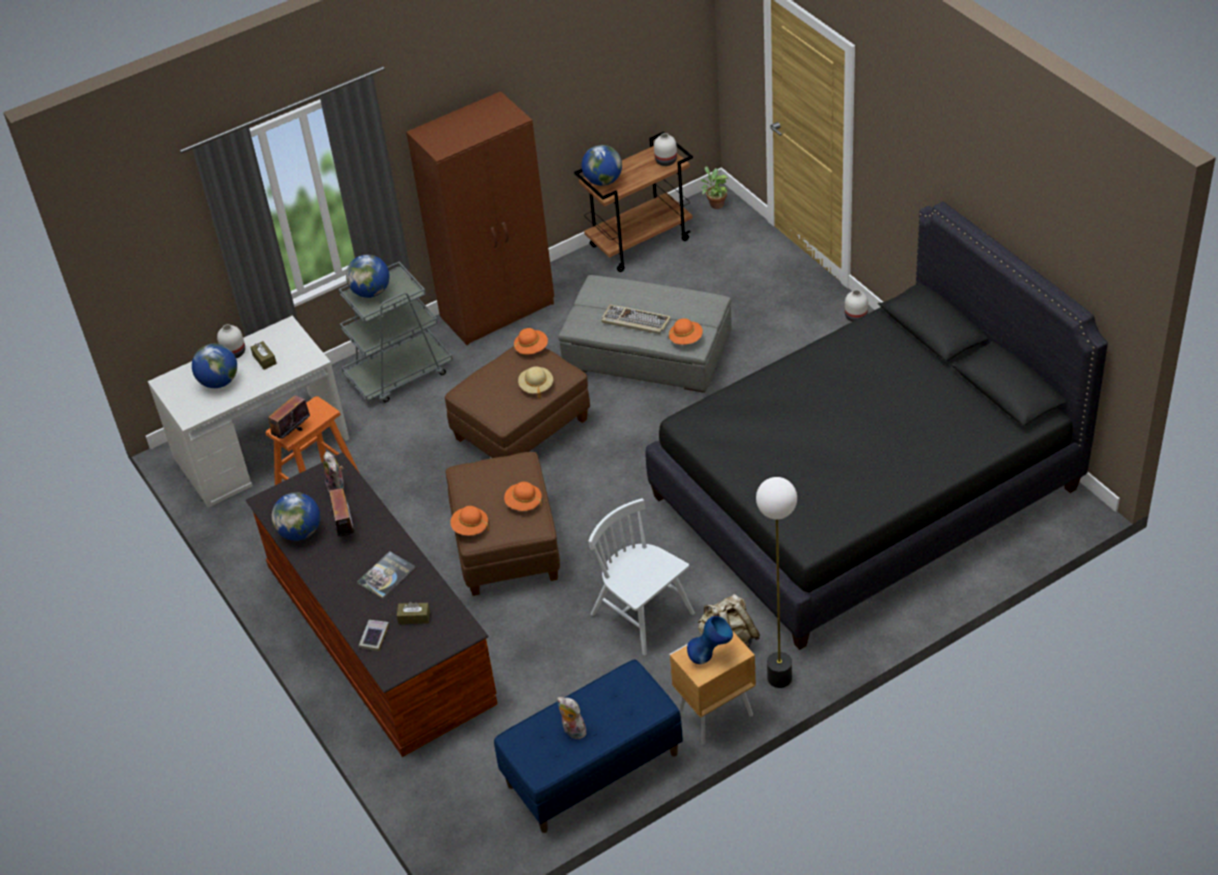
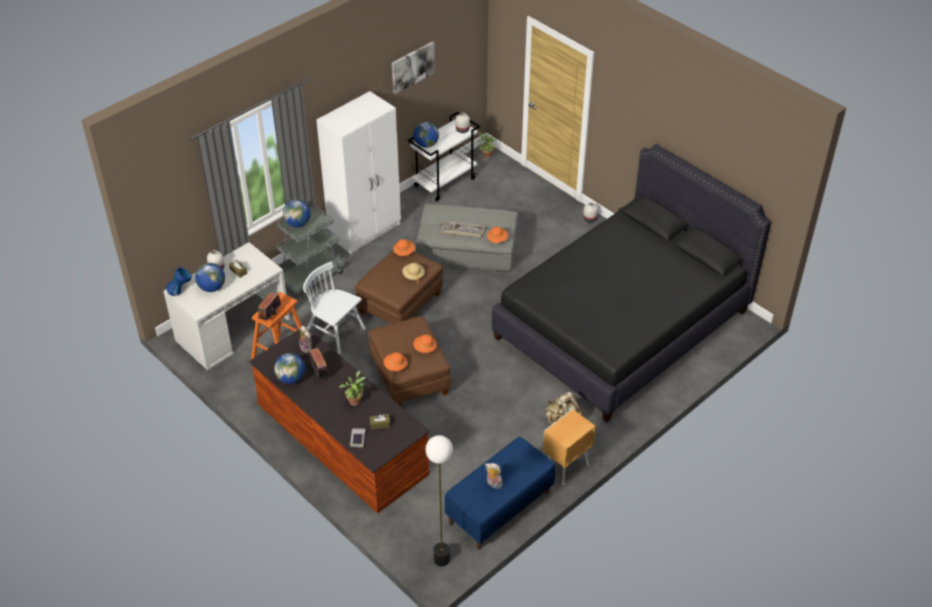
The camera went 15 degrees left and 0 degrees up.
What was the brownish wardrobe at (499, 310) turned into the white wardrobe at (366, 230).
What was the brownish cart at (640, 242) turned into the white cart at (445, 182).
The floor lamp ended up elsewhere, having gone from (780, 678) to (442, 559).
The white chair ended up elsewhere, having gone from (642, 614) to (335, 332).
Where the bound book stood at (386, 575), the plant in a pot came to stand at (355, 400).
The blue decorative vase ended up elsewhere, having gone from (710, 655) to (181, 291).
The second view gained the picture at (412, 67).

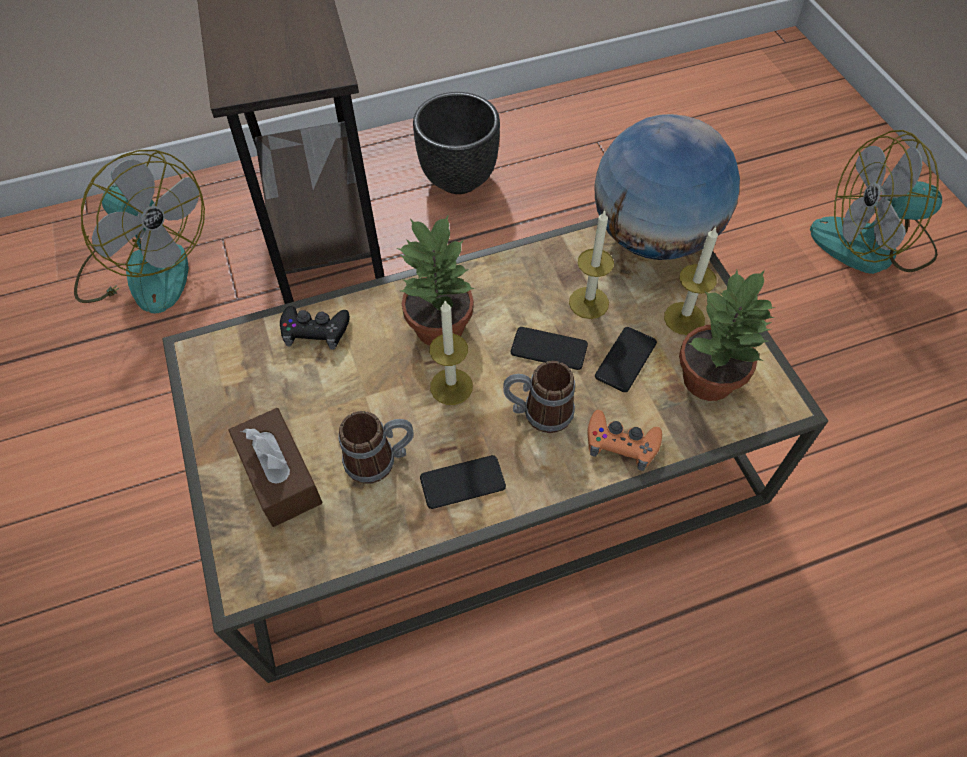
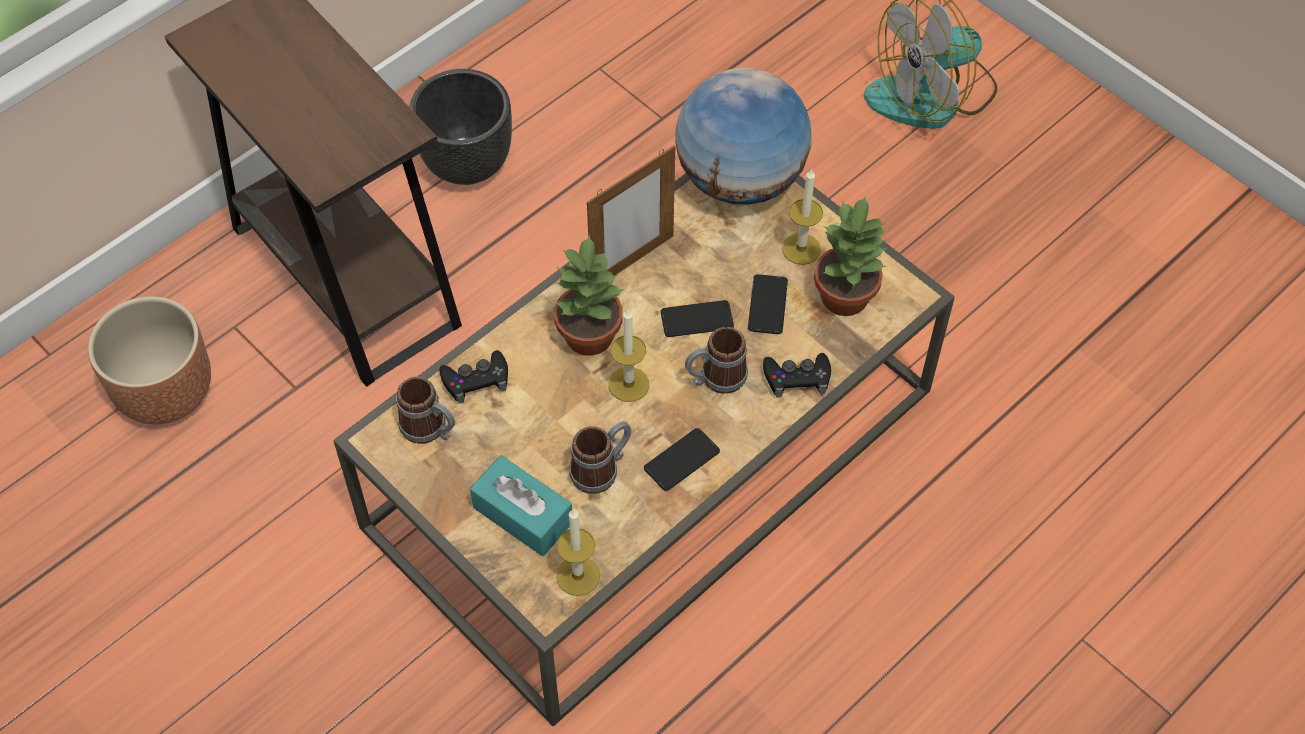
The camera went 25 degrees left and 0 degrees up.
Where the electric fan stood at (146, 267), the brownish planter came to stand at (166, 390).
The wax candle ended up elsewhere, having gone from (588, 302) to (578, 575).
What was the brownish tissue box at (280, 476) turned into the turquoise-coloured tissue box at (523, 515).
What was the orange-coloured joypad at (621, 443) turned into the blackish joypad at (797, 378).
The second view gained the standing frame at (632, 262).
The second view gained the coffee mug at (430, 429).

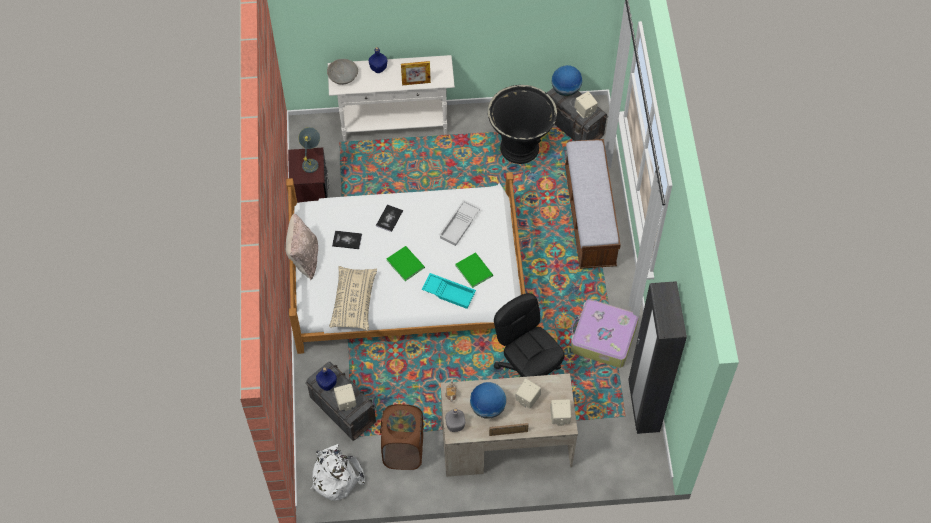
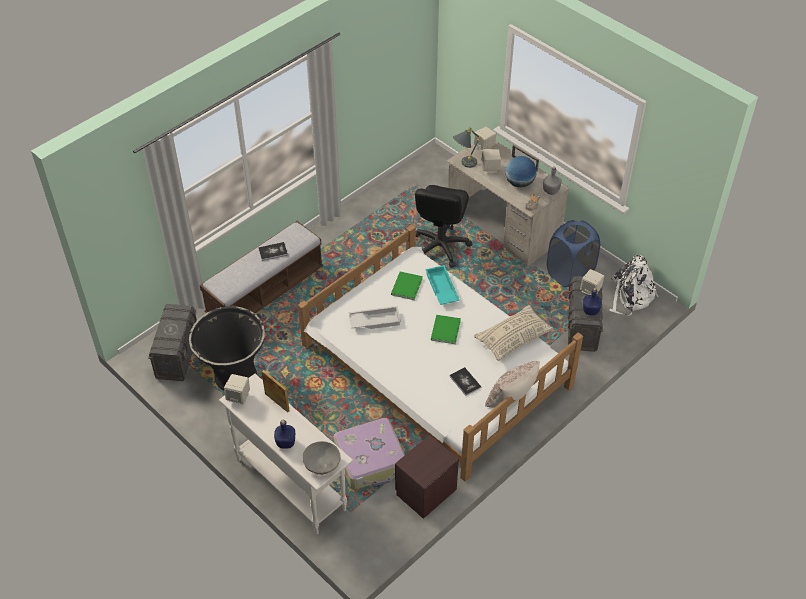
The camera went 130 degrees left and 10 degrees down.
The second view lost the desk globe at (566, 90).
The beige loudspeaker ended up elsewhere, having gone from (585, 112) to (239, 397).
The grey tabletop lamp ended up elsewhere, having gone from (311, 161) to (464, 164).
The bound book ended up elsewhere, having gone from (389, 218) to (273, 251).
The second view lost the blackish wardrobe at (643, 407).
The travel case ended up elsewhere, having gone from (602, 338) to (371, 460).
What was the brownish laundry basket at (403, 450) turned into the blue laundry basket at (570, 274).

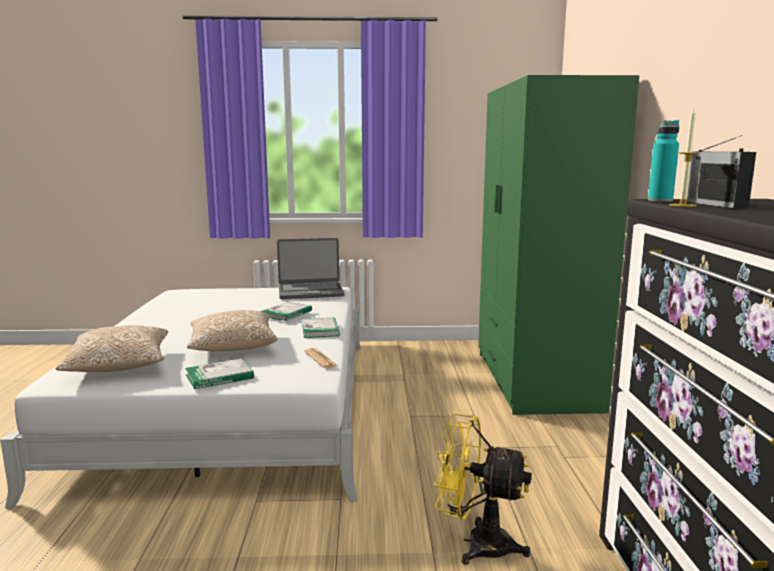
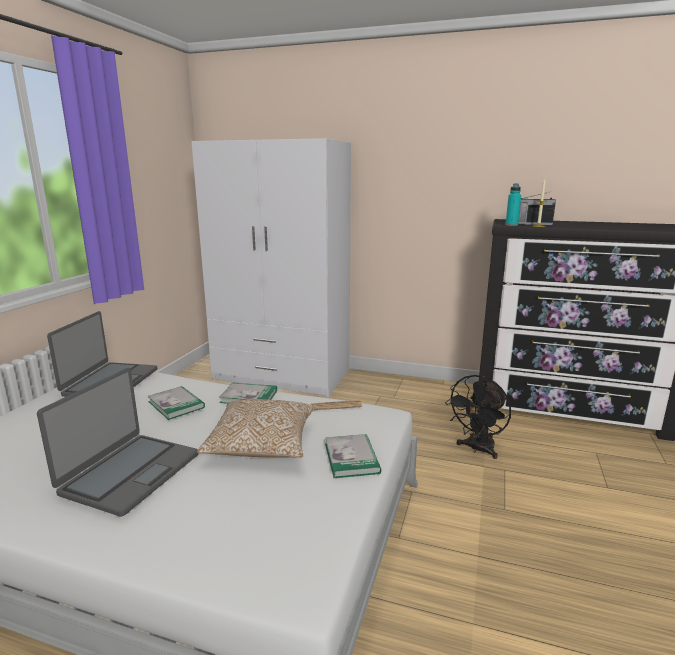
The camera went 70 degrees left and 5 degrees up.
What was the green-coloured wardrobe at (534, 380) turned into the white wardrobe at (282, 375).
The second view lost the cushion at (119, 366).
What was the yellowish electric fan at (477, 543) turned into the blackish electric fan at (477, 449).
The second view gained the laptop at (130, 473).

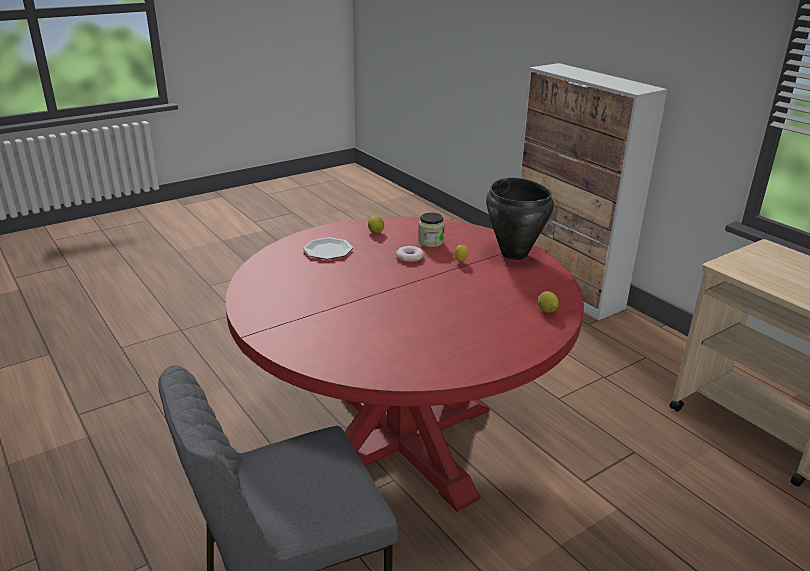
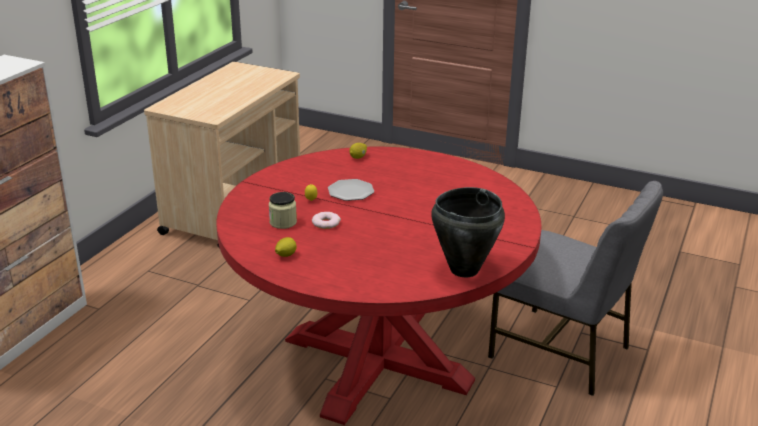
The camera went 120 degrees left and 0 degrees up.
The blackish cooking pot ended up elsewhere, having gone from (514, 254) to (463, 270).
The flat dish ended up elsewhere, having gone from (327, 250) to (351, 192).

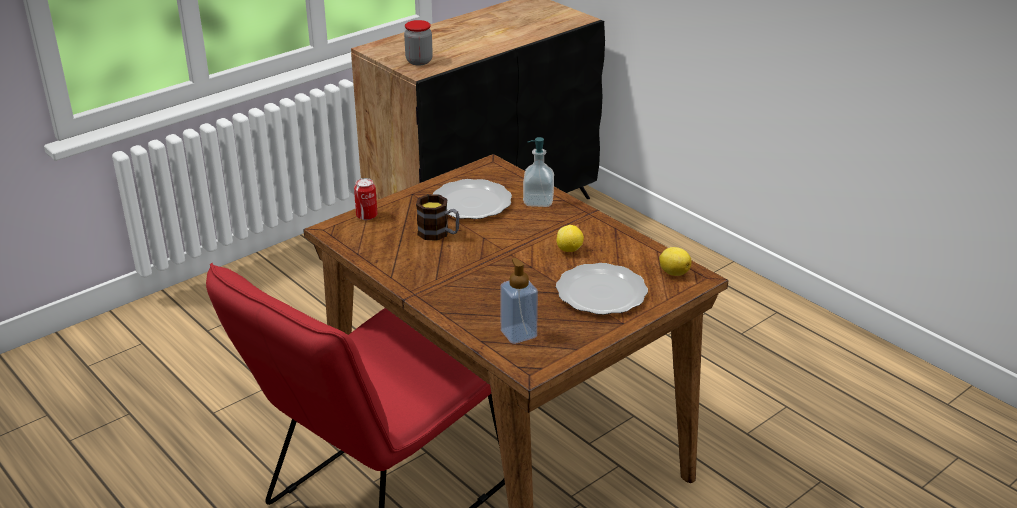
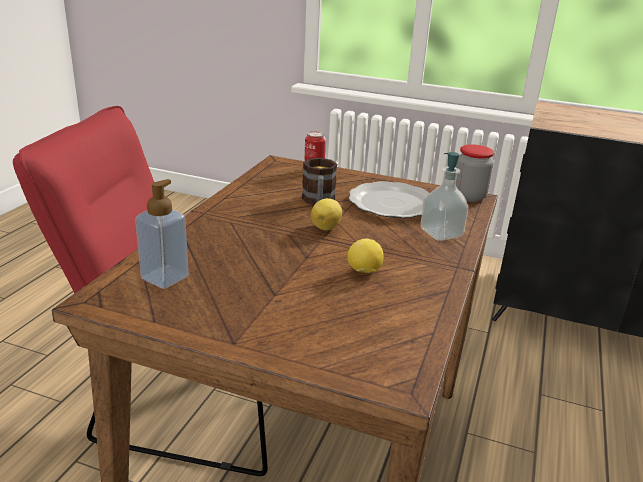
The camera went 60 degrees right and 5 degrees down.
The preserve jar ended up elsewhere, having gone from (419, 61) to (469, 196).
The whole lemon ended up elsewhere, having gone from (673, 272) to (326, 227).
The second view lost the flat dish at (602, 293).

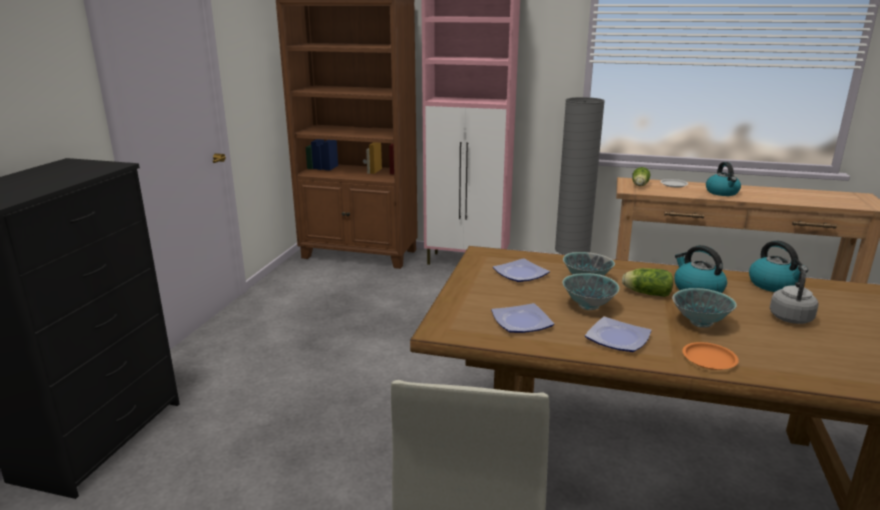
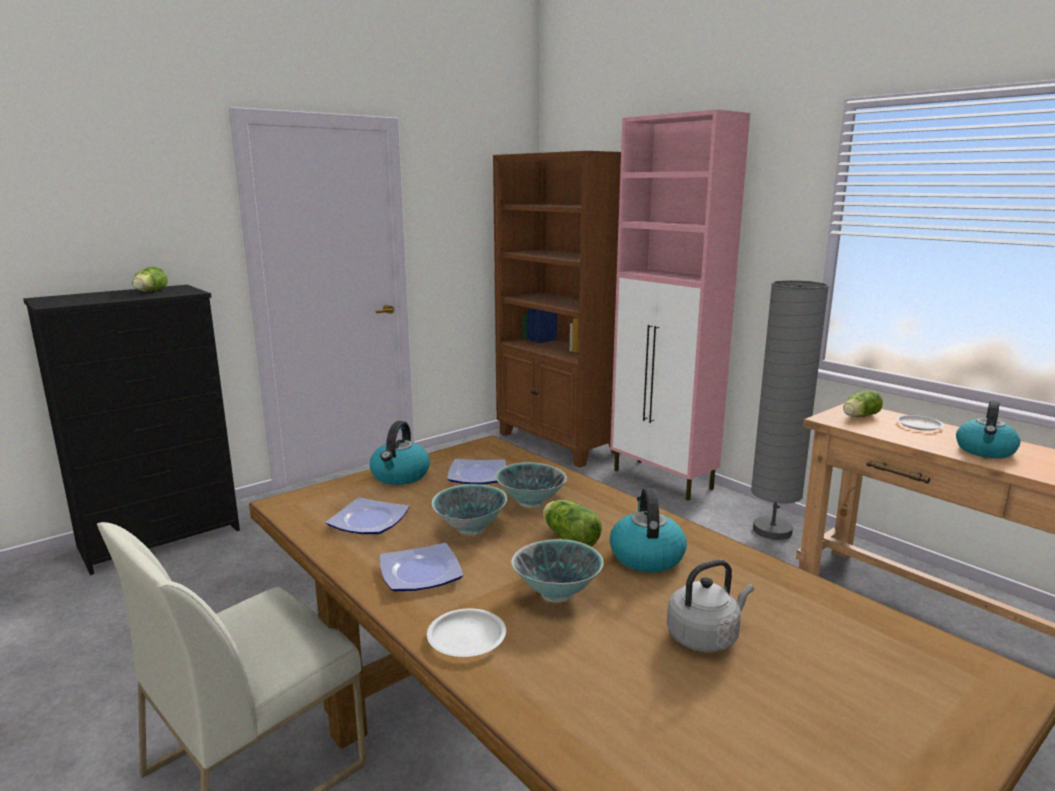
The camera went 35 degrees right and 5 degrees down.
The tea kettle ended up elsewhere, having gone from (774, 285) to (400, 476).
What was the orange-coloured flat dish at (708, 359) turned into the white flat dish at (466, 637).
The second view gained the head of lettuce at (149, 292).

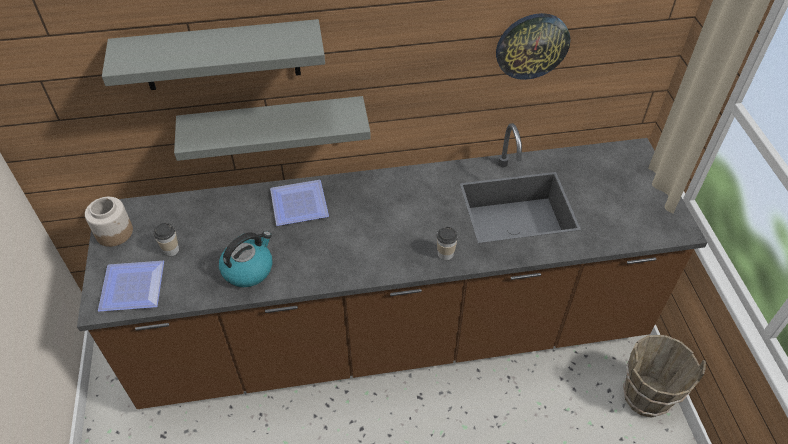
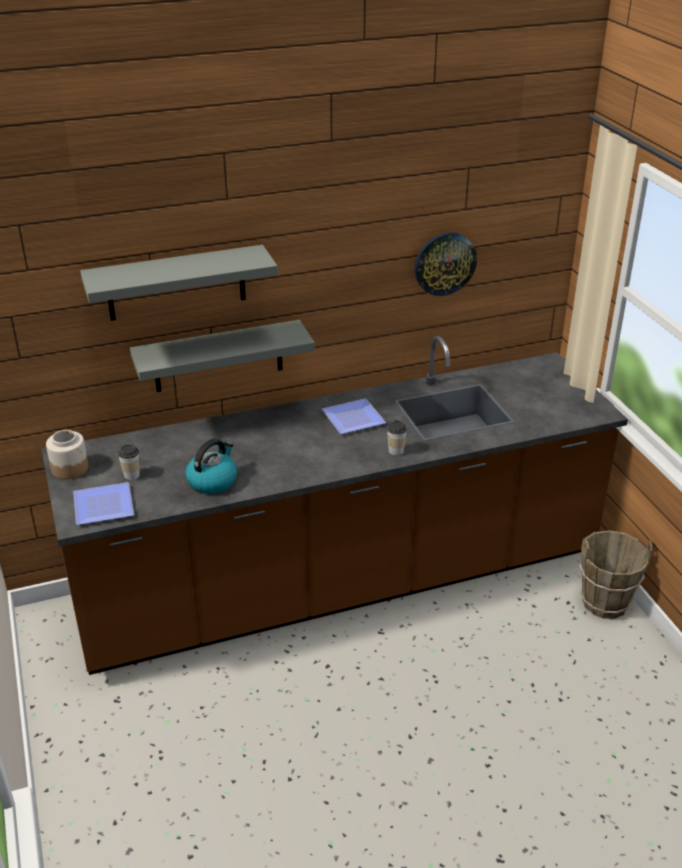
The camera went 10 degrees left and 15 degrees down.
The flat dish ended up elsewhere, having gone from (297, 203) to (351, 418).

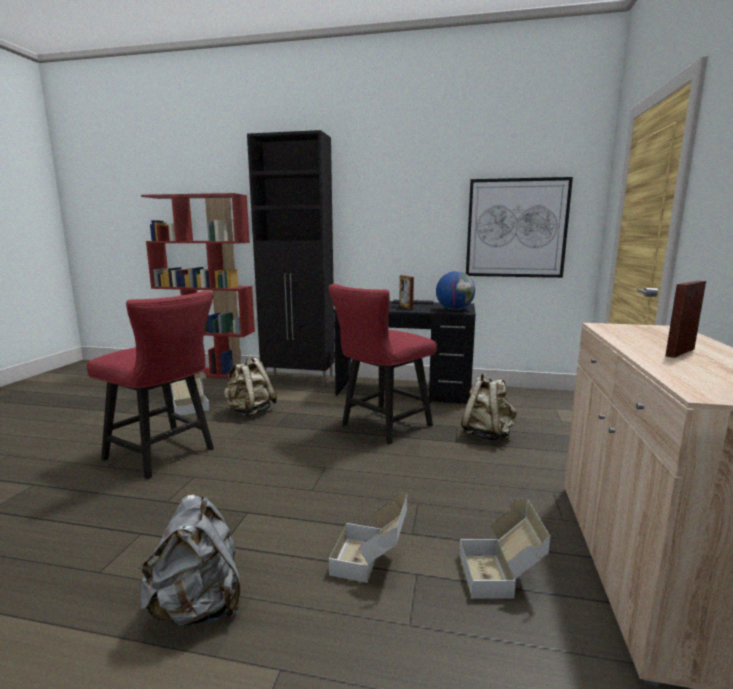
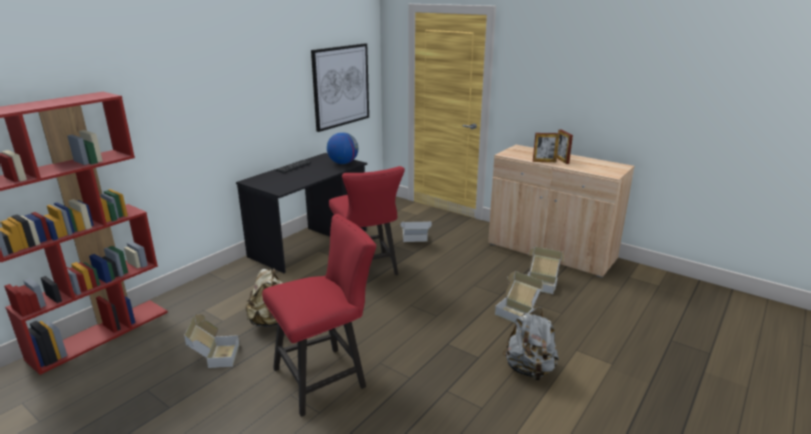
The camera went 65 degrees left and 10 degrees up.
The second view lost the blackish cabinet at (299, 379).
The standing frame ended up elsewhere, having gone from (406, 307) to (544, 161).
Where the beige knapsack stood at (487, 435), the carton came to stand at (415, 241).

